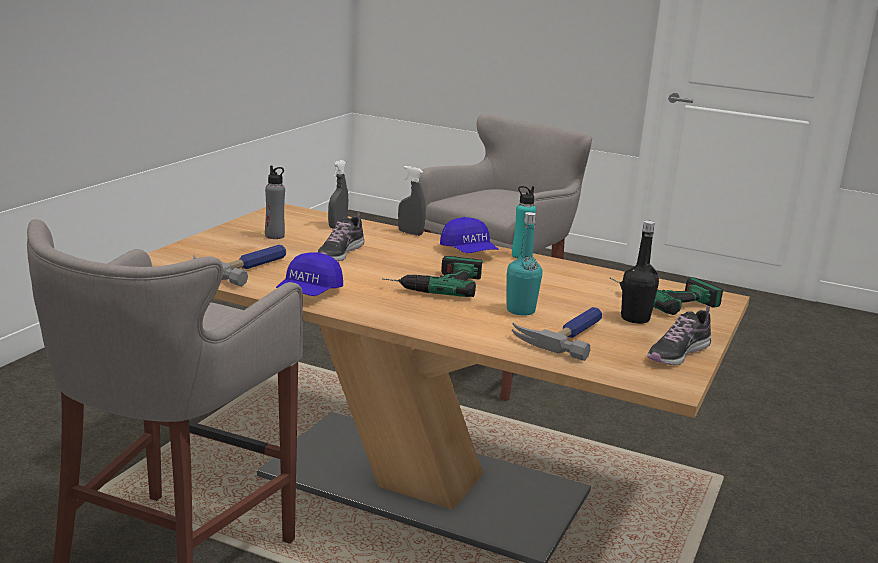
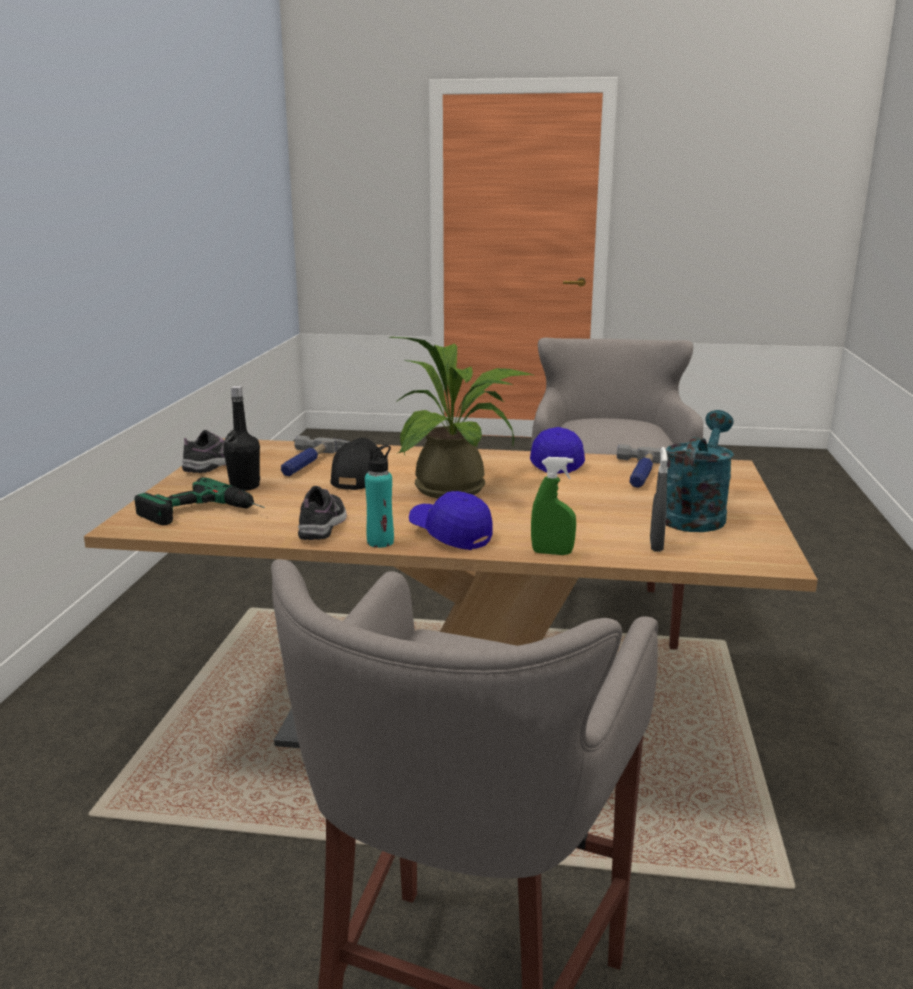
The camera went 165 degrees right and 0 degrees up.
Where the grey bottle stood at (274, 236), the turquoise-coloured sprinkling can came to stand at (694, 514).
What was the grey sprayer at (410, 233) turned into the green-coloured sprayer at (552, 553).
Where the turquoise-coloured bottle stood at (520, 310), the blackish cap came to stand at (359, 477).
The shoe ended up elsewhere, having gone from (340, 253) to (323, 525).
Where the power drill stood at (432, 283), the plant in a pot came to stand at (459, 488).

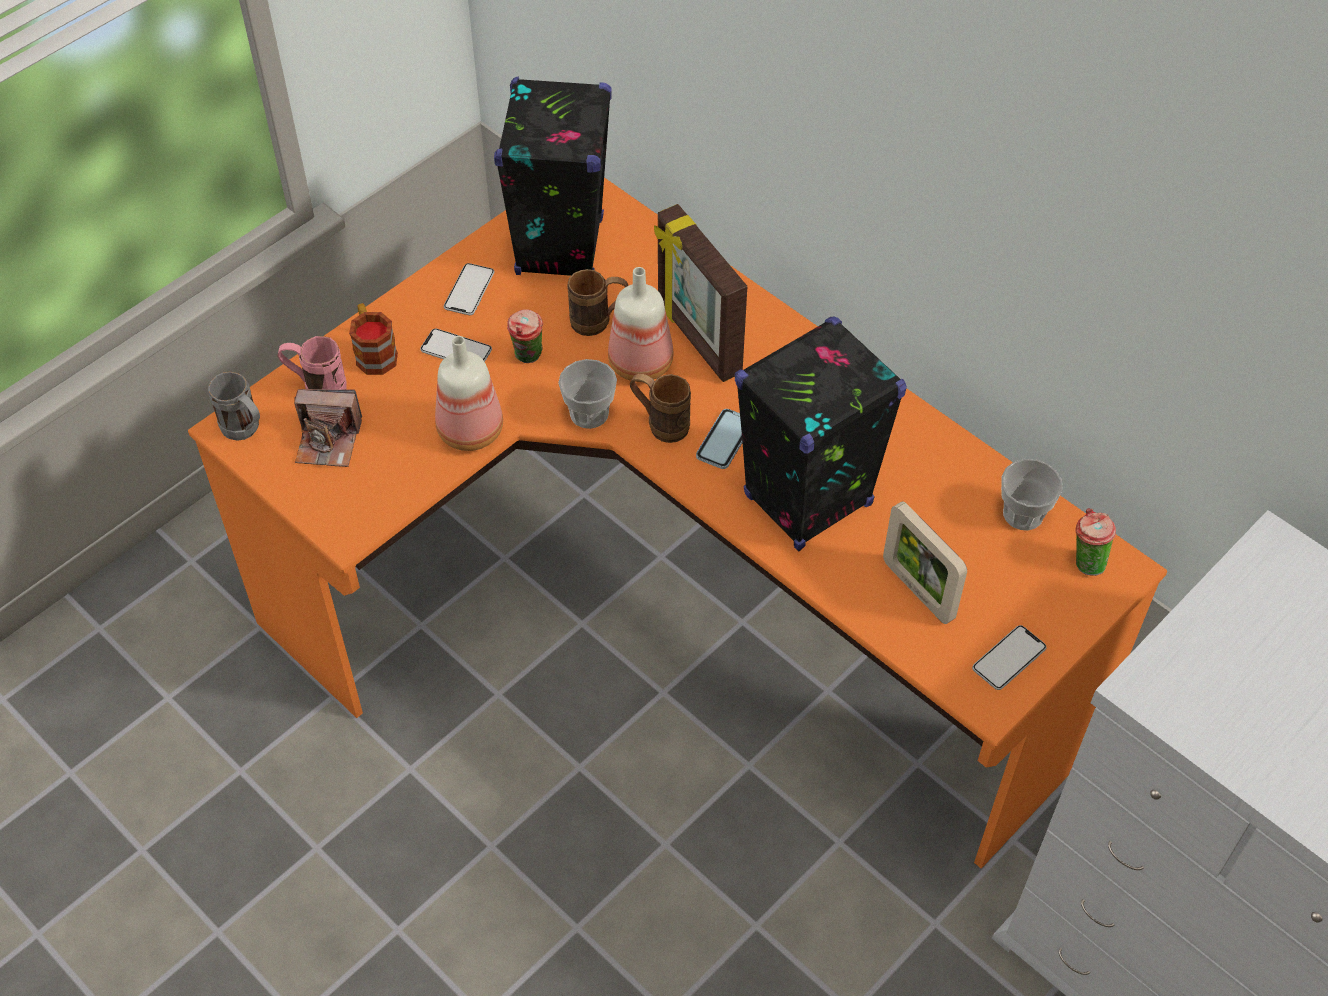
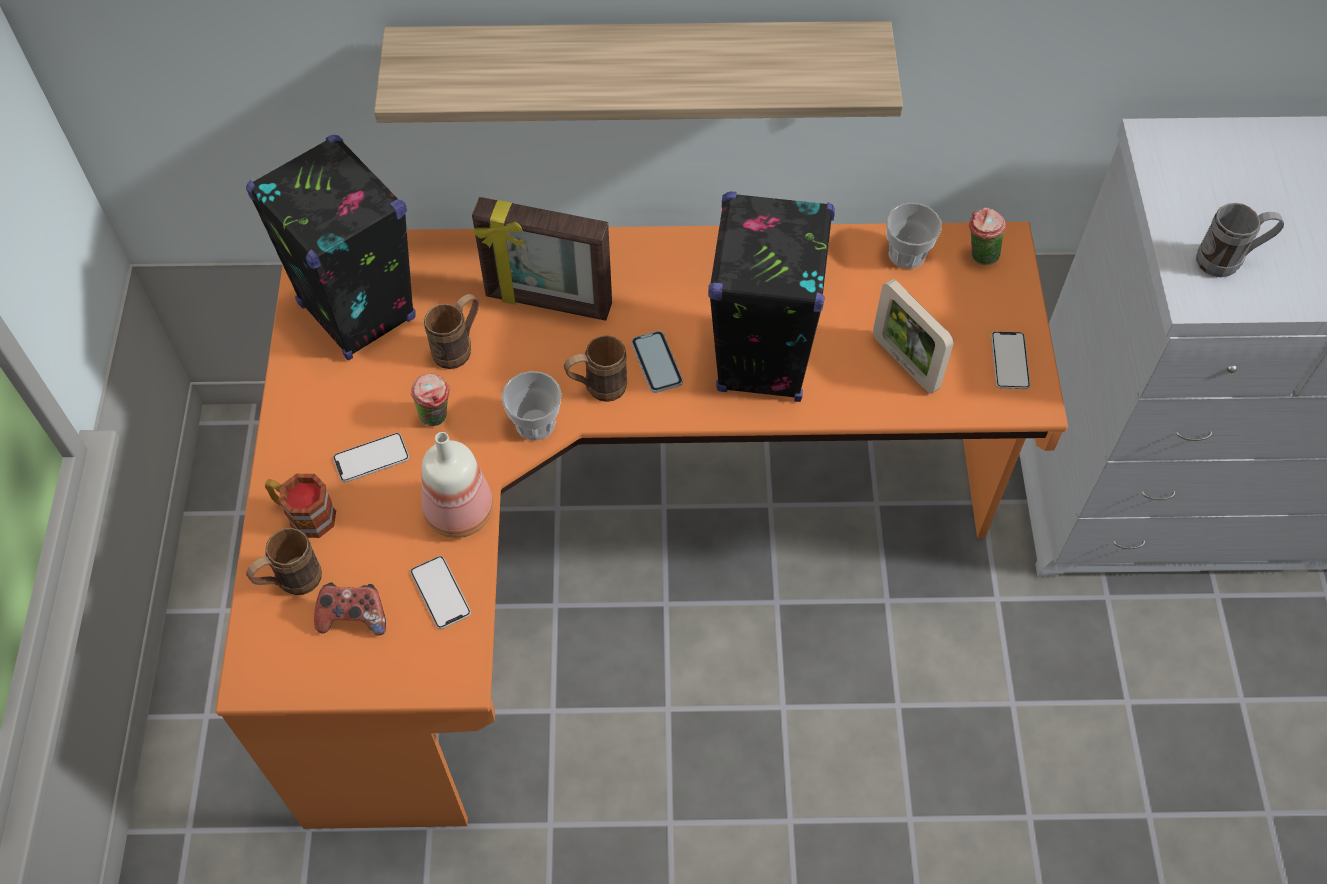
The camera went 45 degrees left and 5 degrees up.
The phone ended up elsewhere, having gone from (469, 290) to (440, 593).
The second view lost the bottle at (640, 361).
What was the pinkish coffee mug at (317, 388) turned into the brownish coffee mug at (291, 583).
The grey coffee mug ended up elsewhere, having gone from (246, 431) to (1228, 261).
Where the photo camera stood at (328, 441), the joypad came to stand at (353, 617).
The standing frame at (918, 590) ended up facing another way, 45 degrees clockwise from before.
The second view gained the wall shelf at (638, 67).

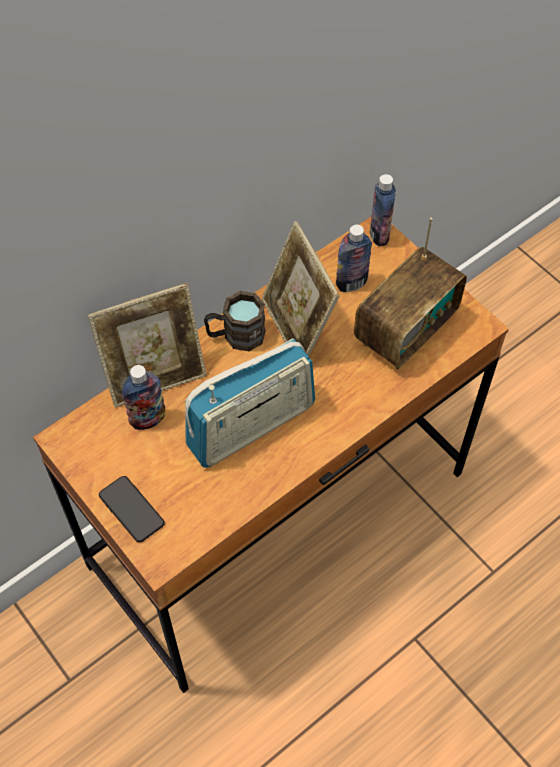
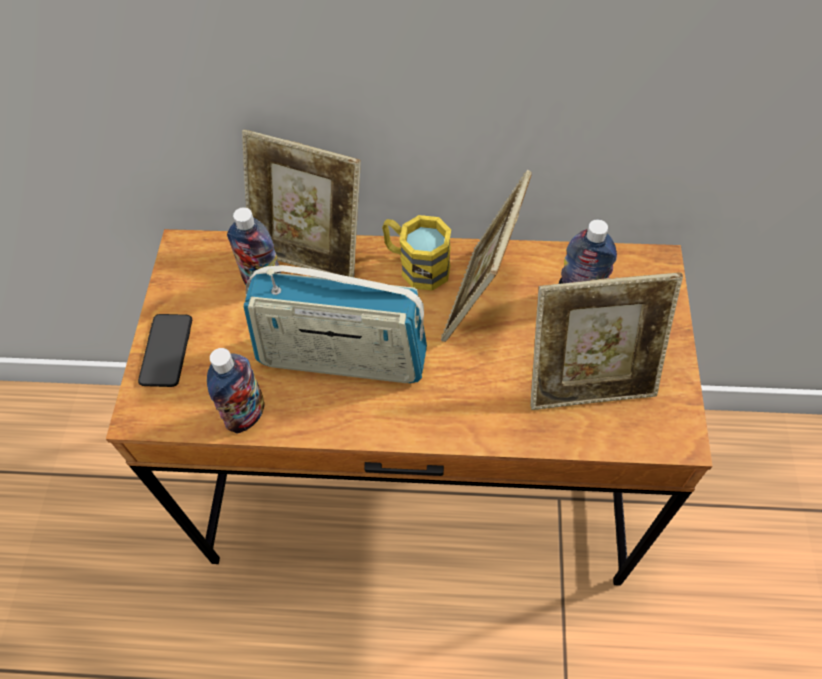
The camera went 45 degrees right and 0 degrees up.
The bottle ended up elsewhere, having gone from (379, 234) to (246, 415).
Where the radio stood at (405, 330), the standing frame came to stand at (589, 381).
What was the brownish coffee mug at (235, 336) turned into the yellowish coffee mug at (416, 265).

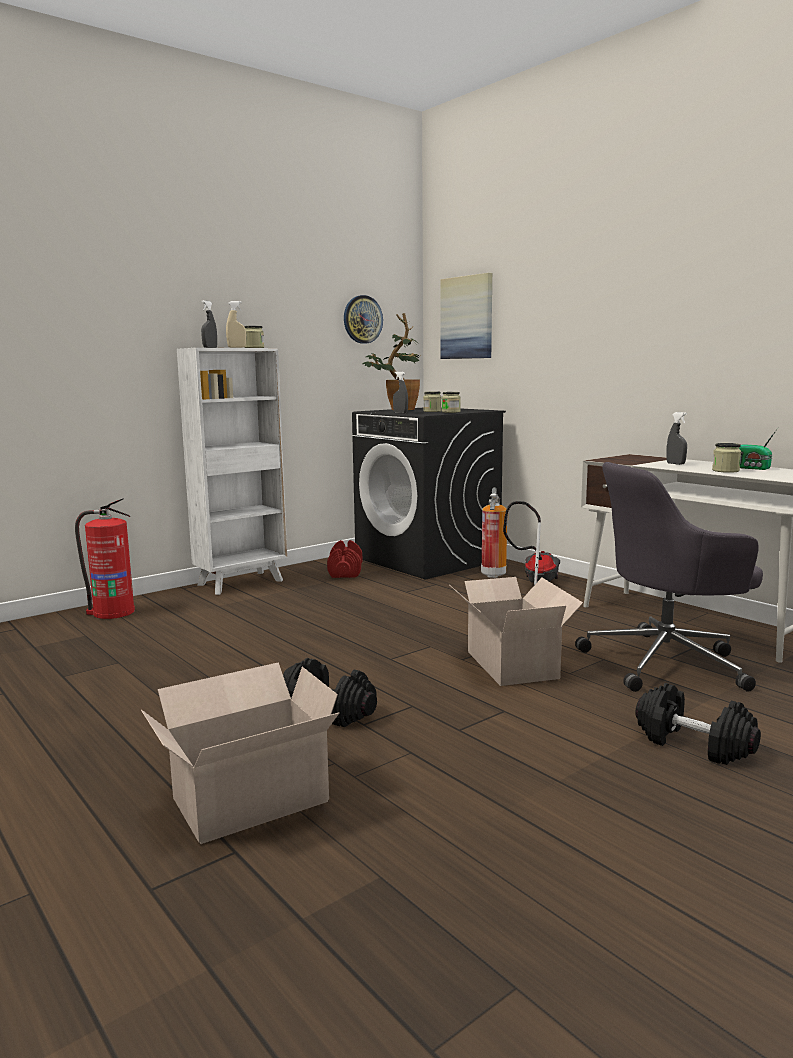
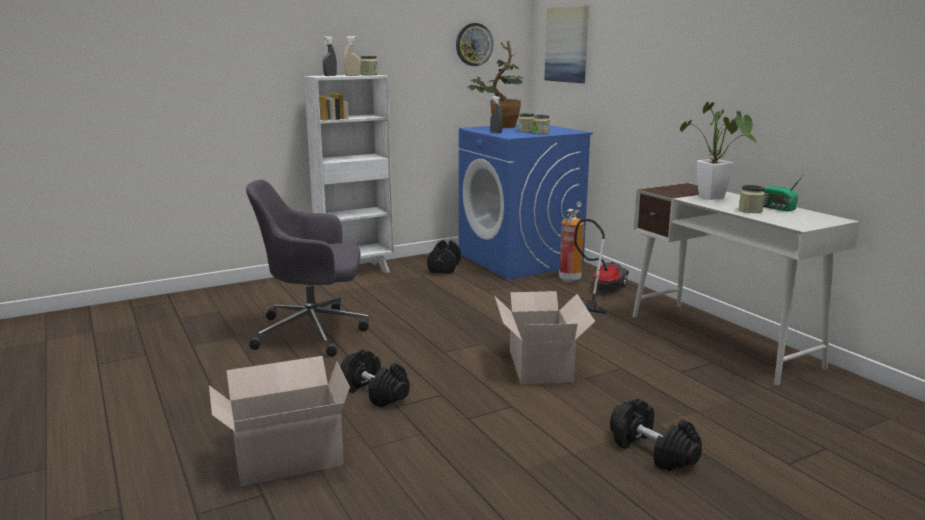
The camera went 10 degrees right and 5 degrees up.
What was the blackish washing machine at (428, 559) turned into the blue washing machine at (520, 260).
Where the grey sprayer stood at (675, 464), the plant in a pot came to stand at (715, 198).
The grey office chair ended up elsewhere, having gone from (667, 662) to (314, 332).
The second view lost the fire extinguisher at (112, 612).
What was the red dumbbell at (345, 572) turned into the blackish dumbbell at (444, 267).

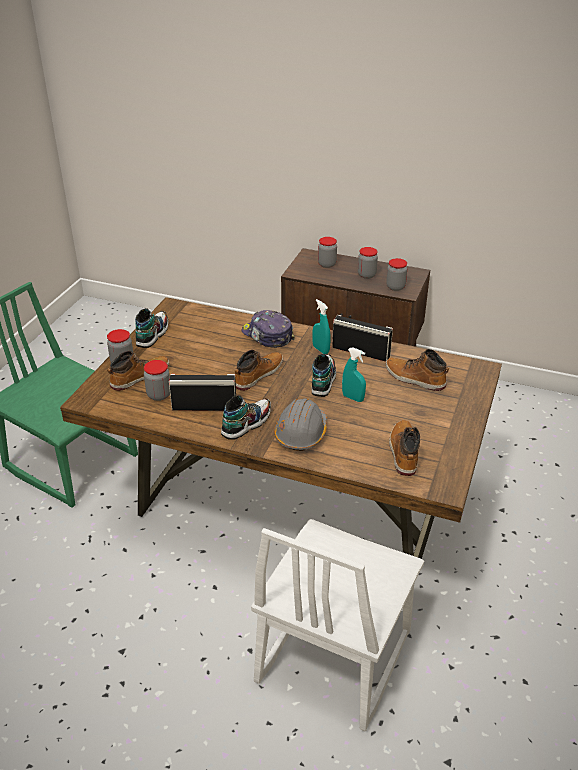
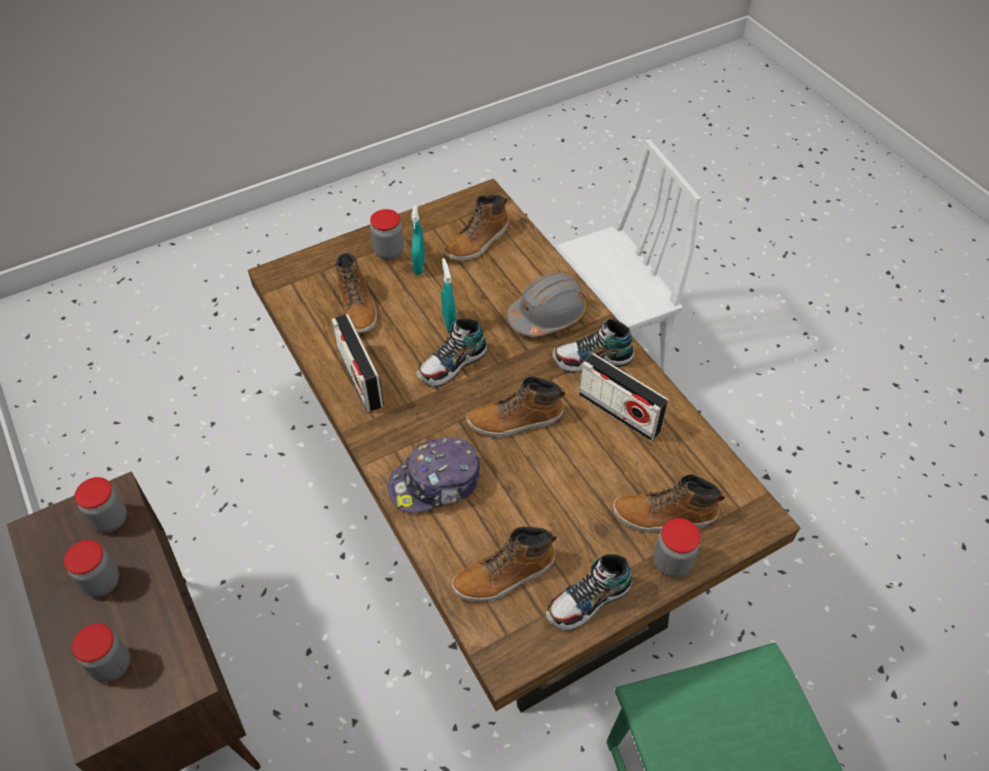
The camera went 140 degrees left and 15 degrees up.
The turquoise-coloured sprayer ended up elsewhere, having gone from (320, 350) to (419, 266).
The cap at (267, 336) ended up facing another way, 75 degrees clockwise from before.
The preserve jar ended up elsewhere, having gone from (159, 395) to (389, 252).
The second view gained the high-top boot at (505, 576).

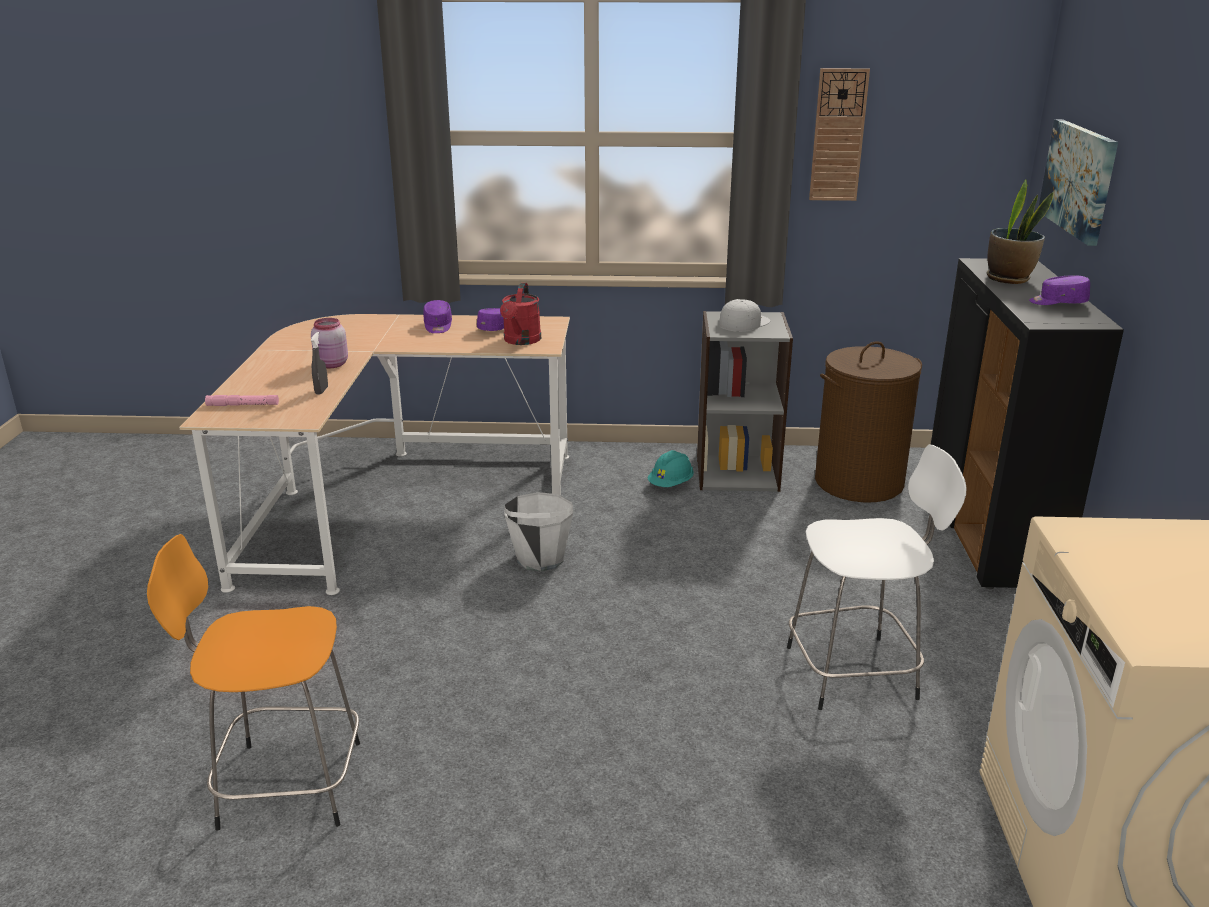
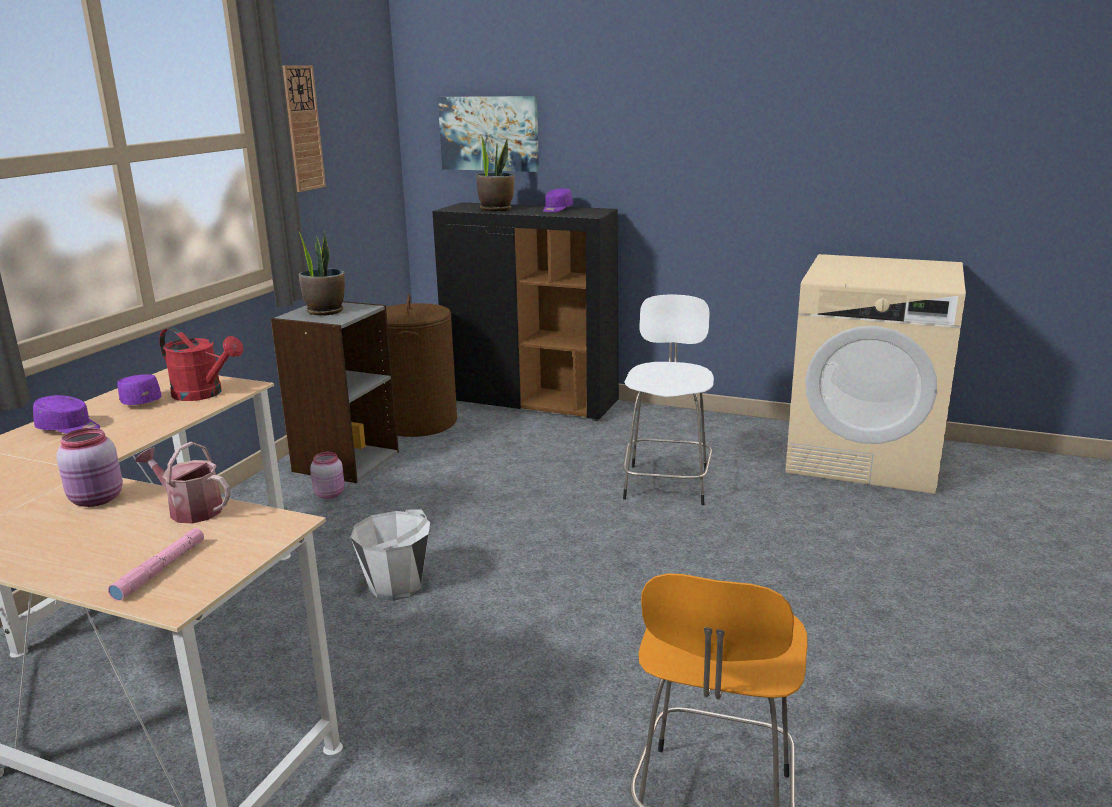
The camera went 70 degrees left and 5 degrees down.
Where the white cap stood at (744, 322), the plant in a pot came to stand at (325, 311).
Where the grey sprayer stood at (321, 391), the sprinkling can came to stand at (190, 510).
Where the turquoise-coloured safety helmet stood at (671, 484), the pinkish preserve jar came to stand at (330, 493).

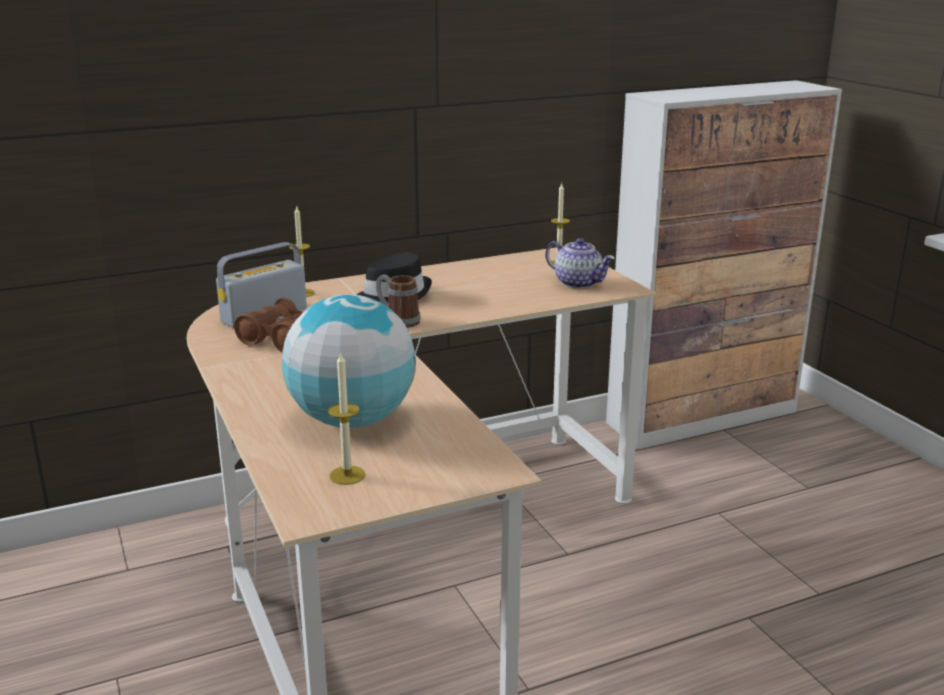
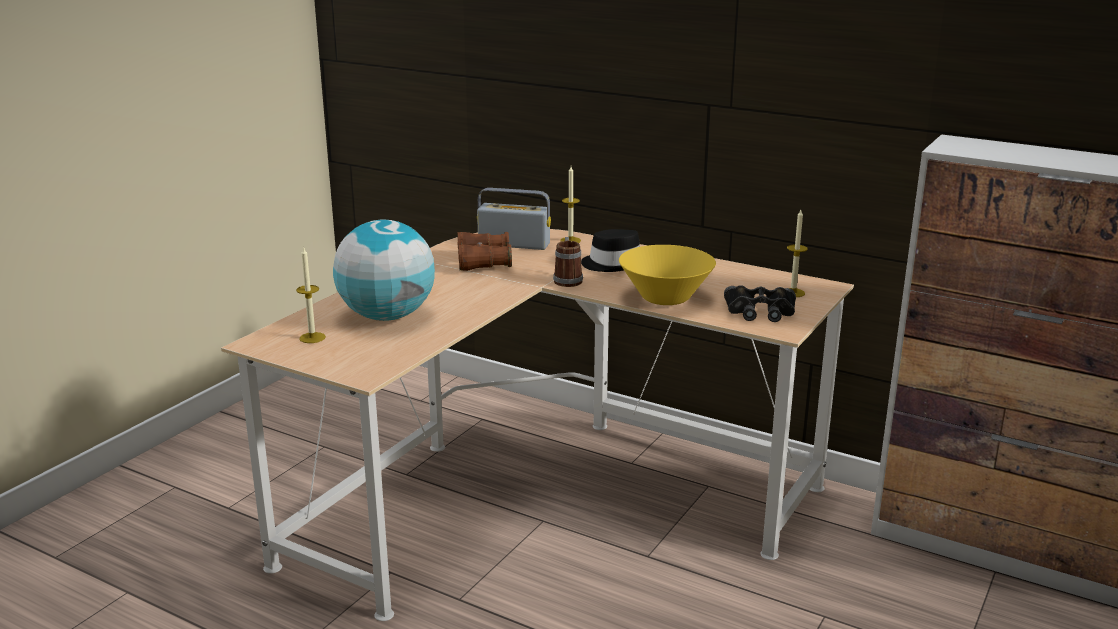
The camera went 55 degrees right and 0 degrees up.
Where the teapot stood at (579, 283), the blackish binoculars came to stand at (760, 311).
The second view gained the yellowish bowl at (665, 298).

